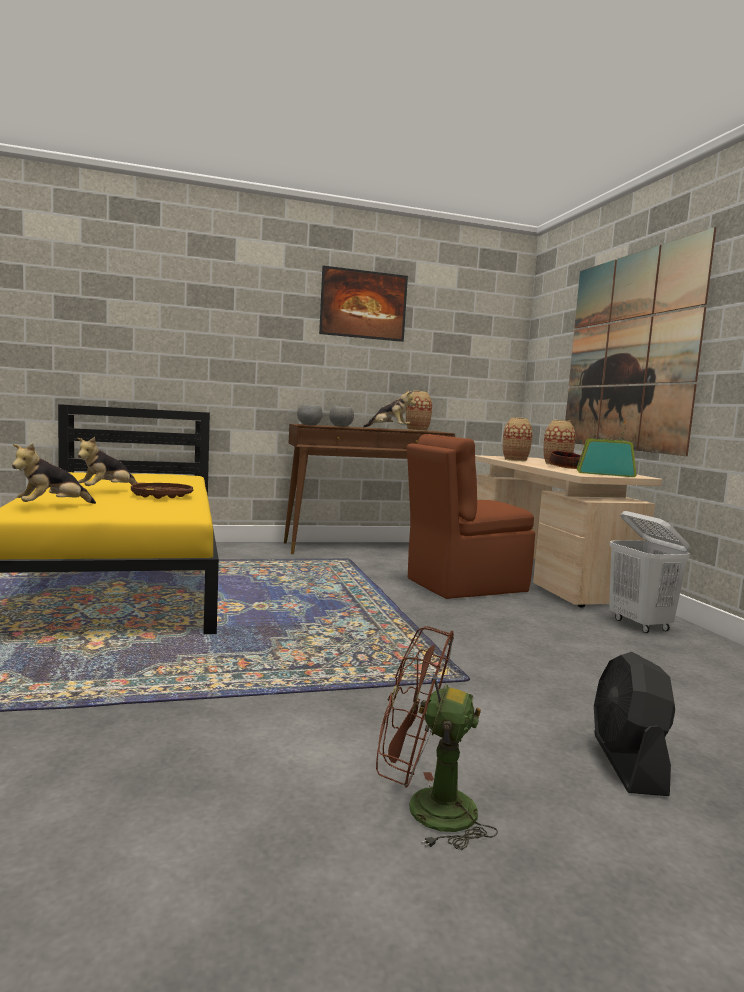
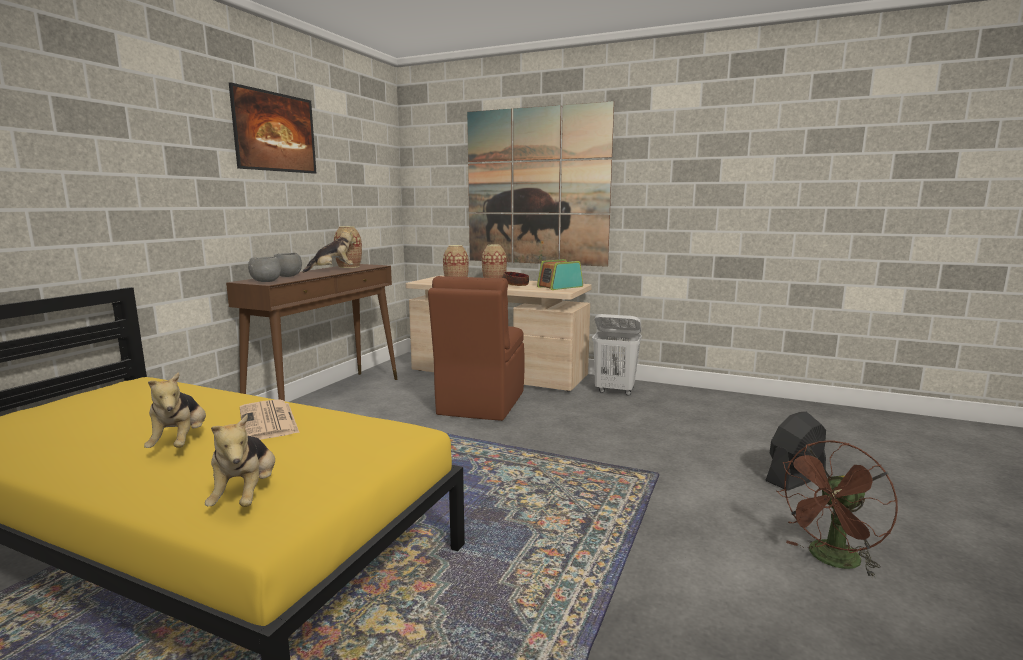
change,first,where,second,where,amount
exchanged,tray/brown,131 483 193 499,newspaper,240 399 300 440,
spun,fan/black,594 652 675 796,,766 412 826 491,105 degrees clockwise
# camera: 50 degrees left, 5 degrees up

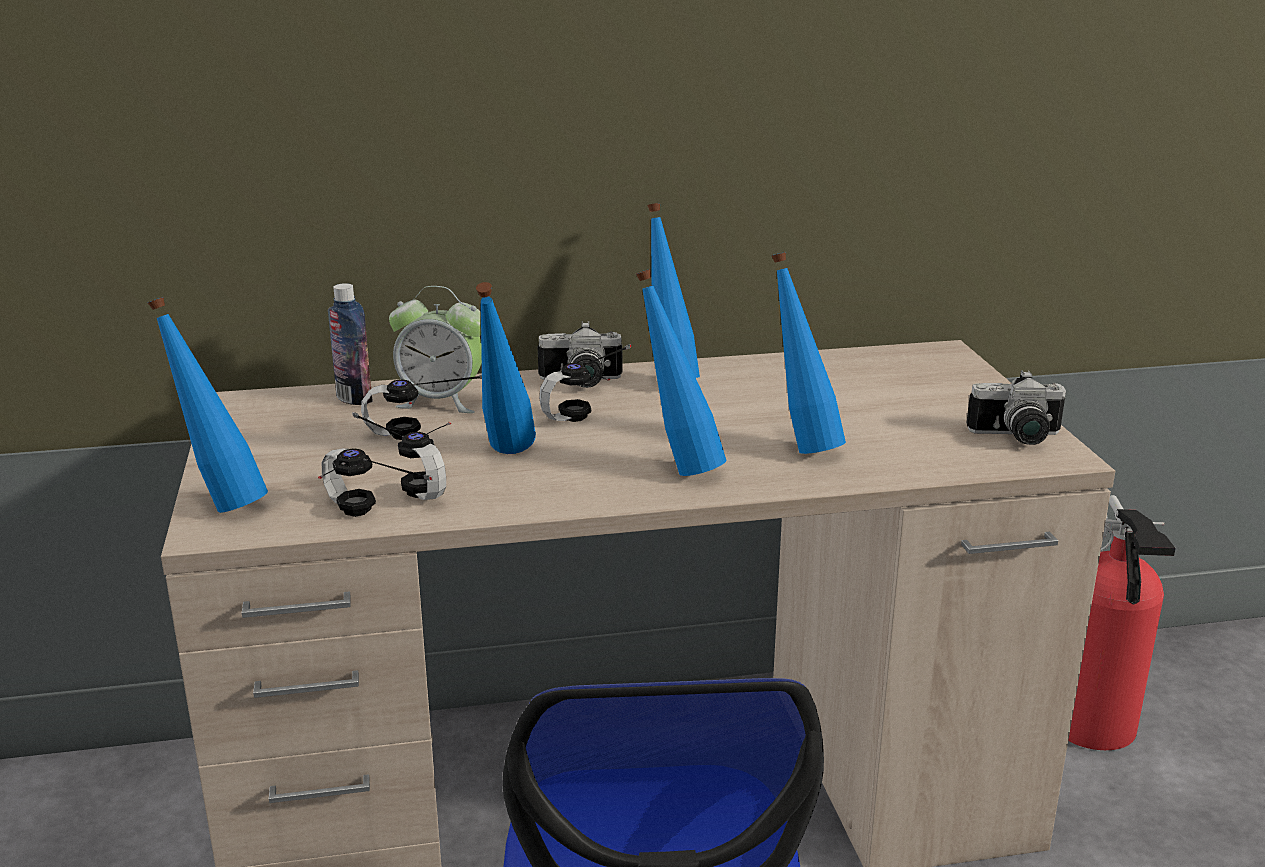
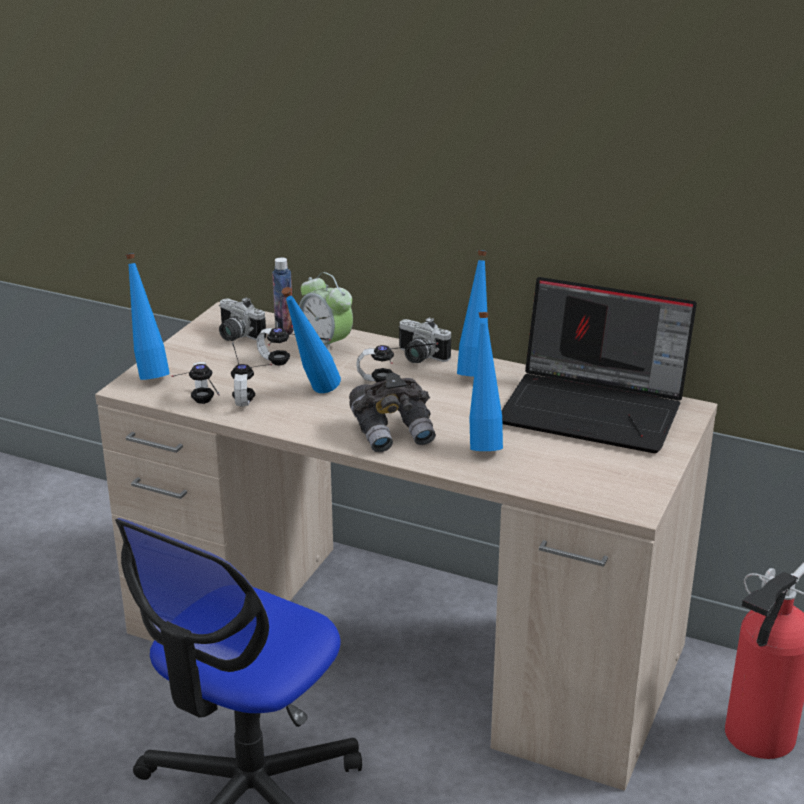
change,first,where,second,where,amount
relocated,photo camera,967 370 1066 445,,219 297 266 341,
exchanged,bottle/blue,636 269 726 476,binoculars/grey,349 373 436 452,
appeared,,,laptop,502 277 697 453,
# camera: 35 degrees right, 5 degrees up

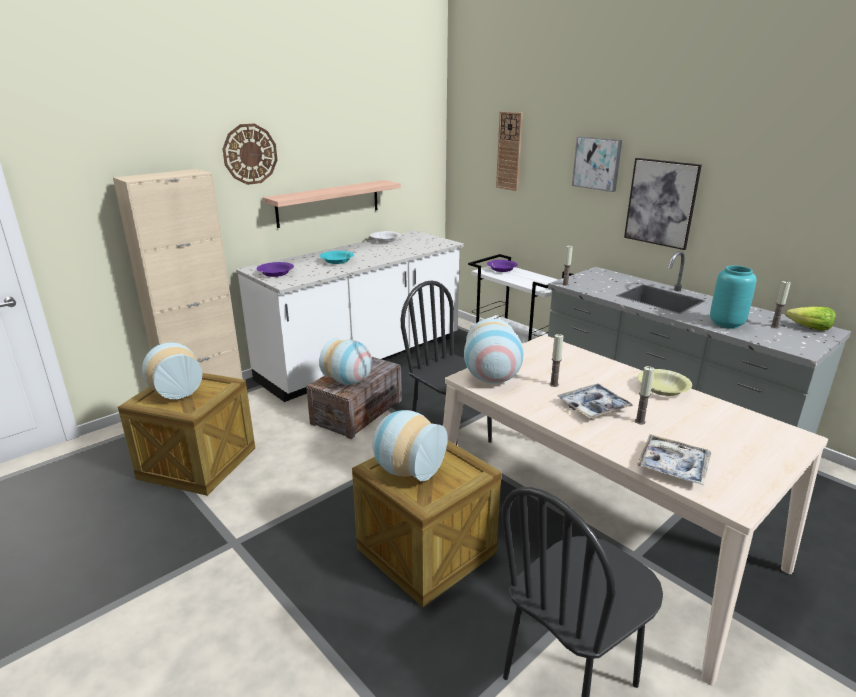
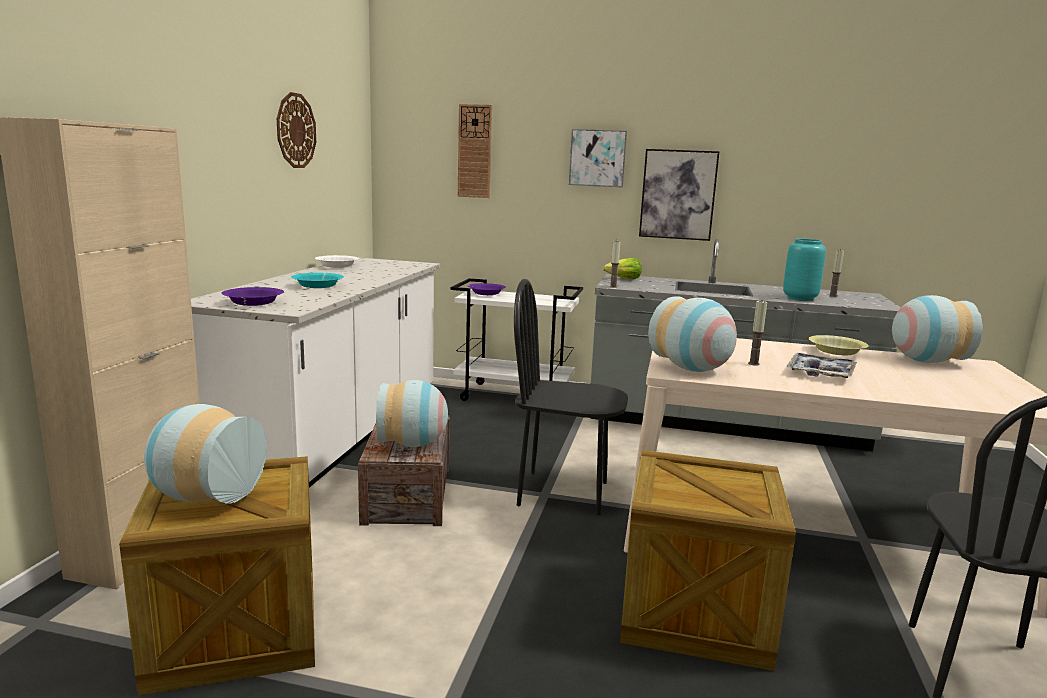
change,first,where,second,where,amount
relocated,wall clock,223 124 277 185,,277 92 316 168,
relocated,lettuce,785 306 836 331,,603 258 642 279,
relocated,vase,373 410 448 482,,892 295 983 363,
missing,shelf,263 180 401 228,,,
missing,candle,635 366 655 425,,,
missing,tray,637 434 711 486,,,
# camera: 35 degrees left, 10 degrees down

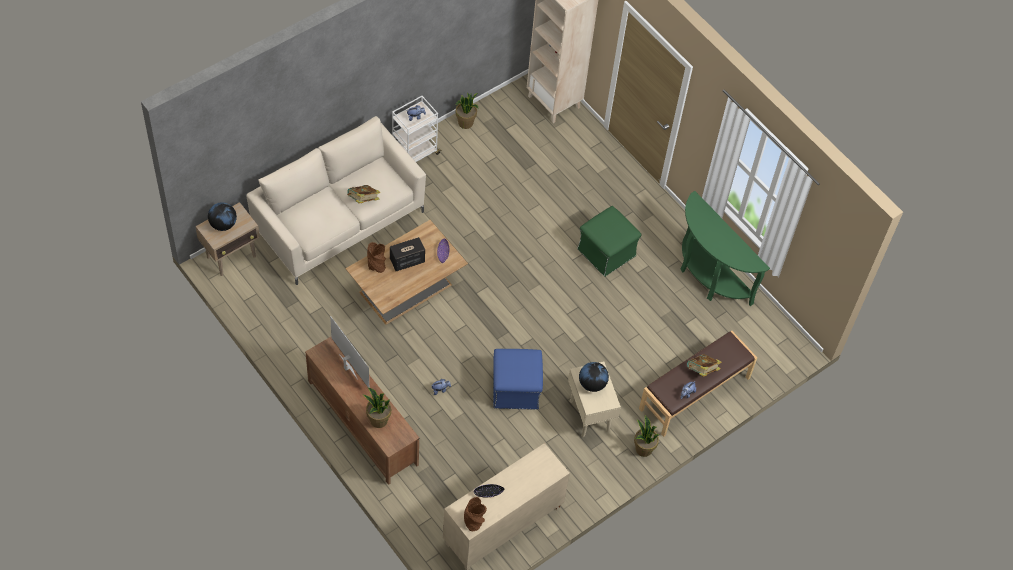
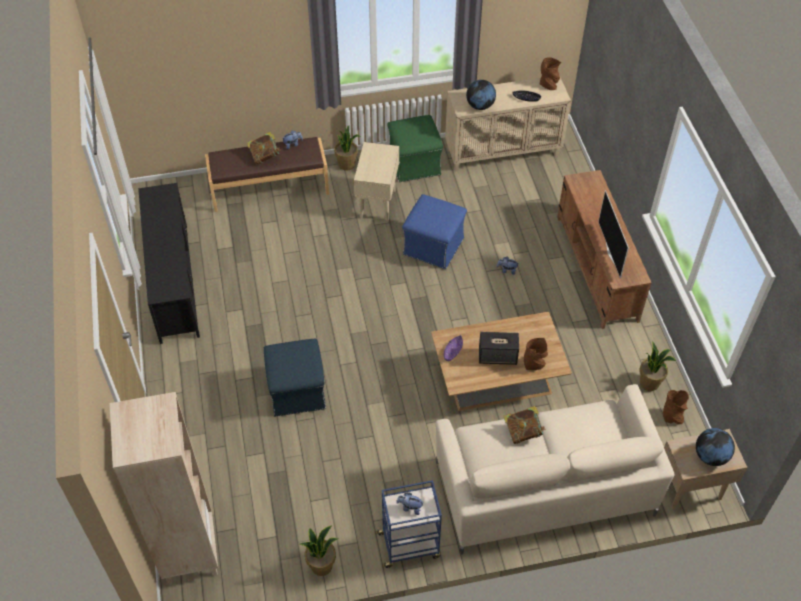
change,first,where,second,where,amount
exchanged,console table/green,681 191 770 306,tv stand/black,138 183 200 344,
appeared,,,ottoman/blue,264 339 326 417,
colour,cart/white,392 96 441 162,cart/blue,375 480 442 568,
relocated,ottoman/green,577 206 641 277,,387 115 443 182,
relocated,globe,579 362 609 392,,466 80 496 110,
relocated,potted plant,363 388 391 428,,639 341 676 391,
appeared,,,vase/brown,663 390 689 424,
# camera: 150 degrees left, 5 degrees down

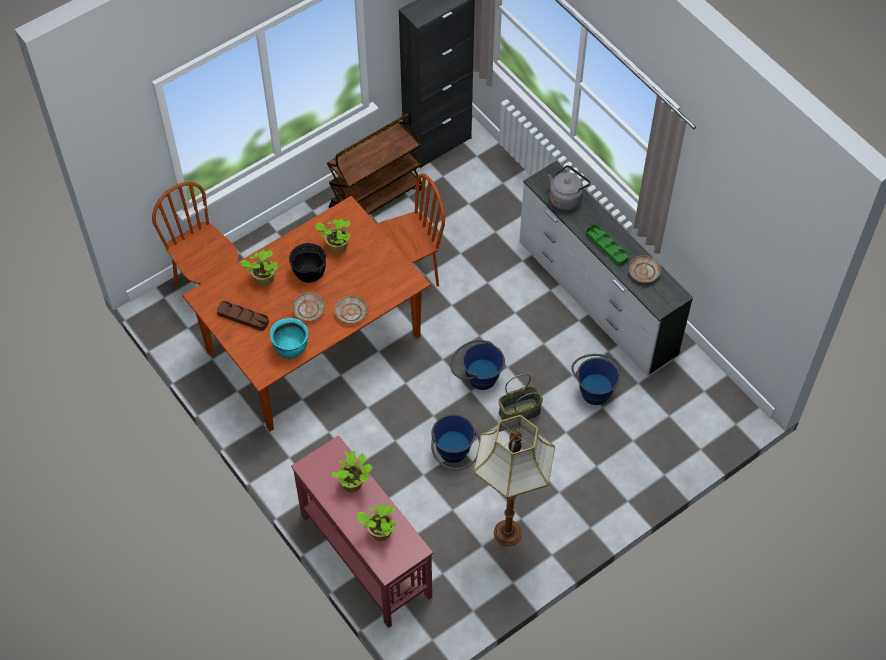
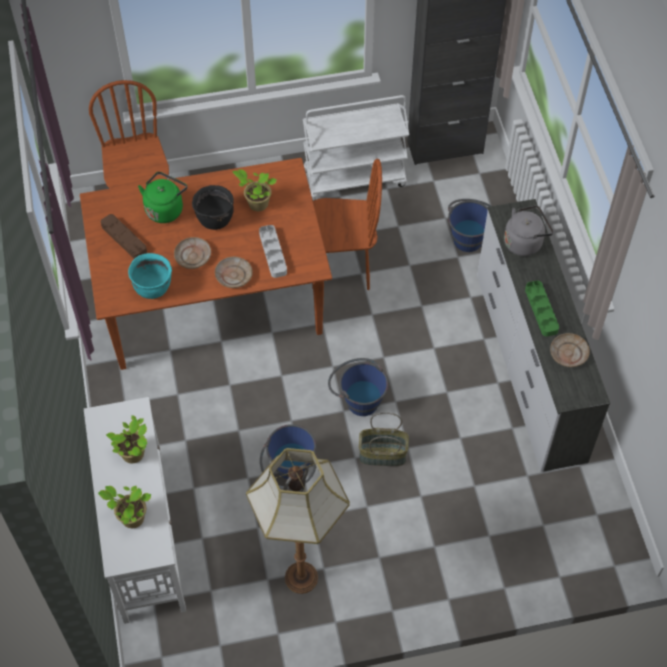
change,first,where,second,where,amount
colour,console table/red,291 435 433 628,console table/white,84 397 186 624,
exchanged,potted plant,240 250 278 286,kettle/green,138 172 187 223,
appeared,,,tray/grey,259 225 287 278,
colour,cart/brown,327 114 422 215,cart/white,303 95 409 201,
relocated,bucket/blue,571 354 620 405,,448 199 491 252,
# camera: 25 degrees right, 0 degrees up

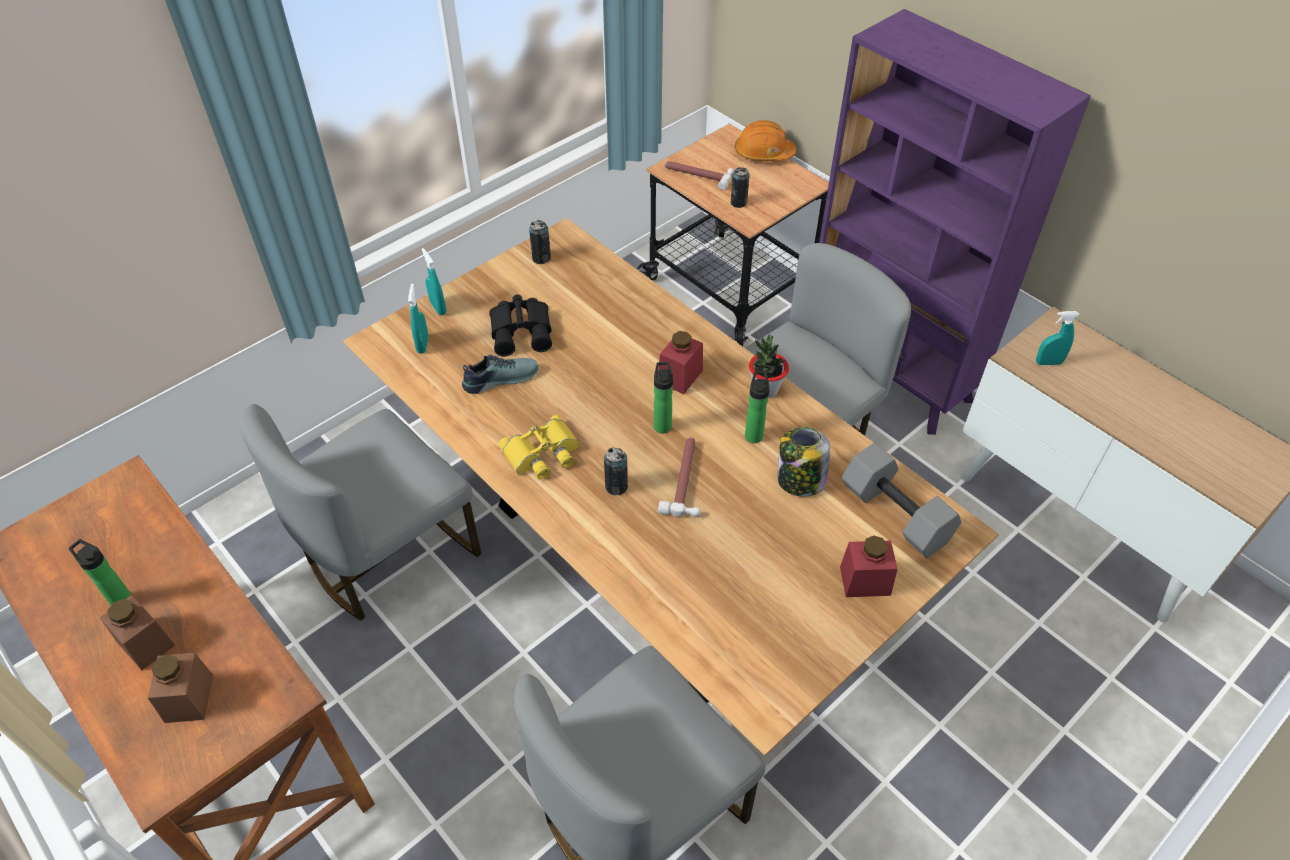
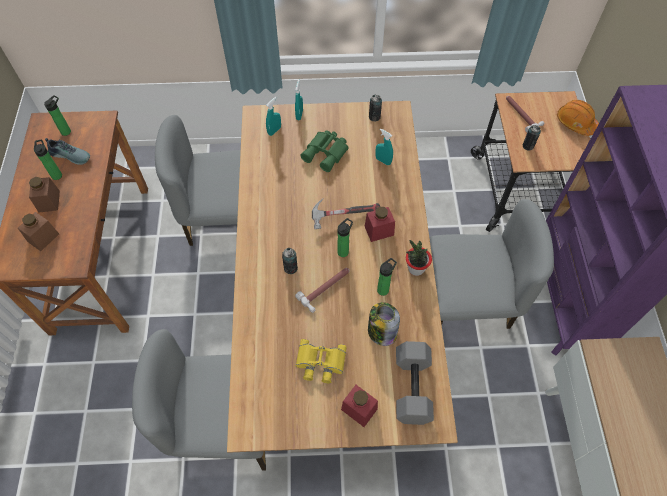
change,first,where,second,where,amount
appeared,,,bottle,44 95 71 136,
relocated,shoe,462 354 538 394,,45 138 90 165,
relocated,binoculars/yellow,499 415 579 479,,296 339 347 383,
colour,binoculars/black,489 295 552 356,binoculars/green,300 130 348 172,
appeared,,,hammer,312 198 380 229,
relocated,spray bottle/turquoise,1036 311 1080 365,,376 128 393 165,
# camera: 40 degrees right, 10 degrees up

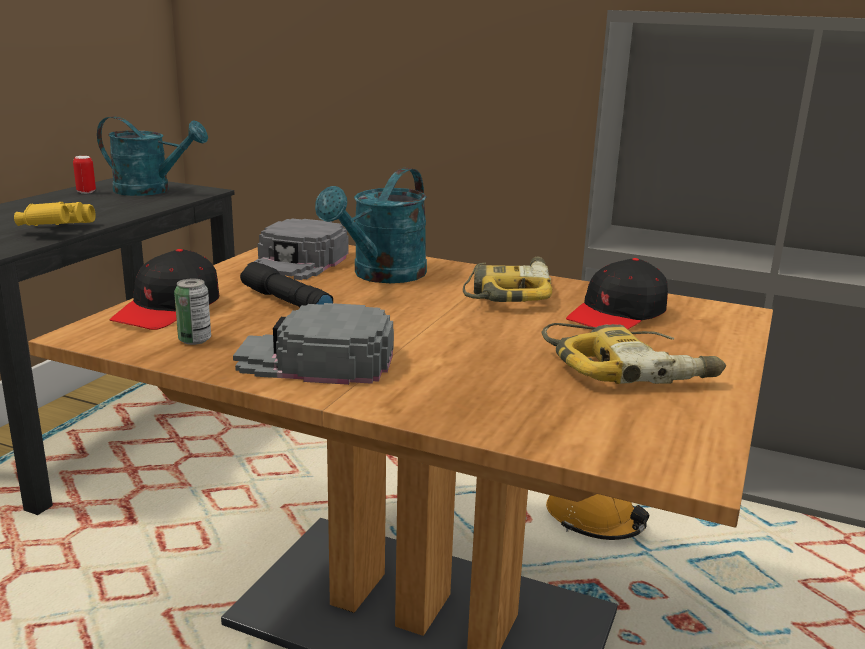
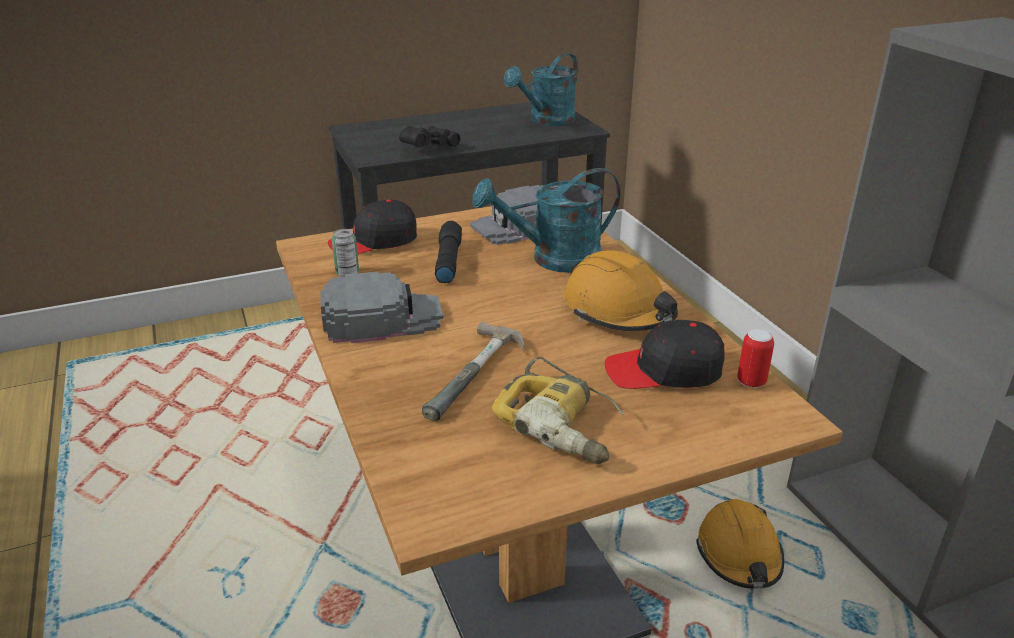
change,first,where,second,where,amount
spun,cap/grey,233 303 394 385,,320 272 443 343,120 degrees clockwise
colour,binoculars/yellow,14 202 96 226,binoculars/black,399 126 460 147,
appeared,,,hammer,422 322 524 421,
spun,watering can/turquoise,97 116 208 196,,504 53 578 126,75 degrees clockwise
exchanged,power drill,463 256 552 302,hard hat/orange,564 251 678 331,
relocated,can,73 156 96 194,,737 329 774 388,
# camera: 45 degrees right, 10 degrees up

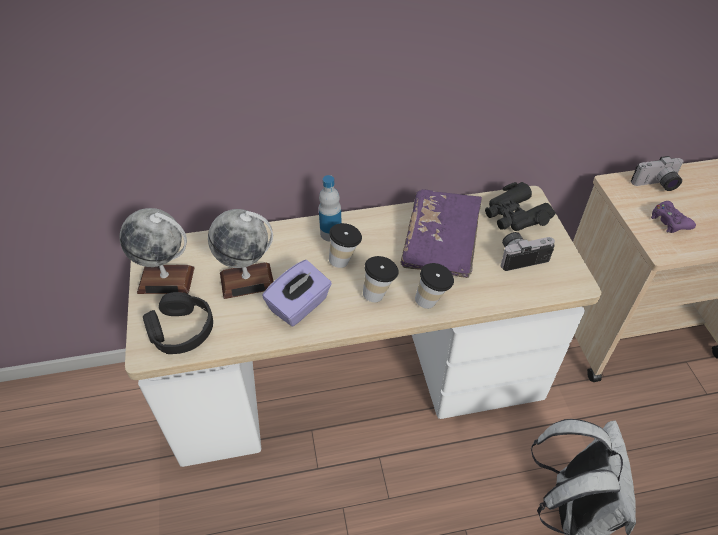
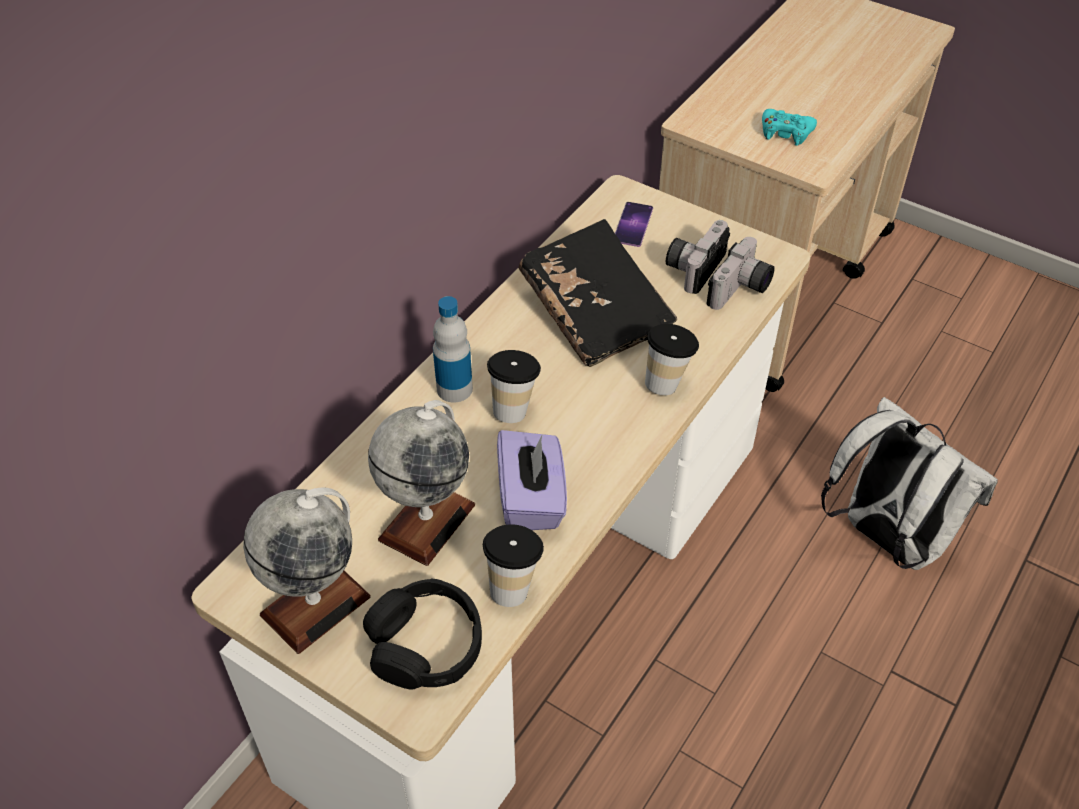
change,first,where,second,where,amount
relocated,cup,363 256 399 302,,483 524 544 607,
colour,book/purple,401 189 482 278,book/black,518 219 678 367,
exchanged,binoculars/black,485 182 556 231,phone,615 202 653 247,
relocated,photo camera,631 156 684 191,,707 237 775 310,
colour,game controller/purple,651 201 696 233,game controller/turquoise,762 109 817 146,
# camera: 45 degrees left, 0 degrees up

